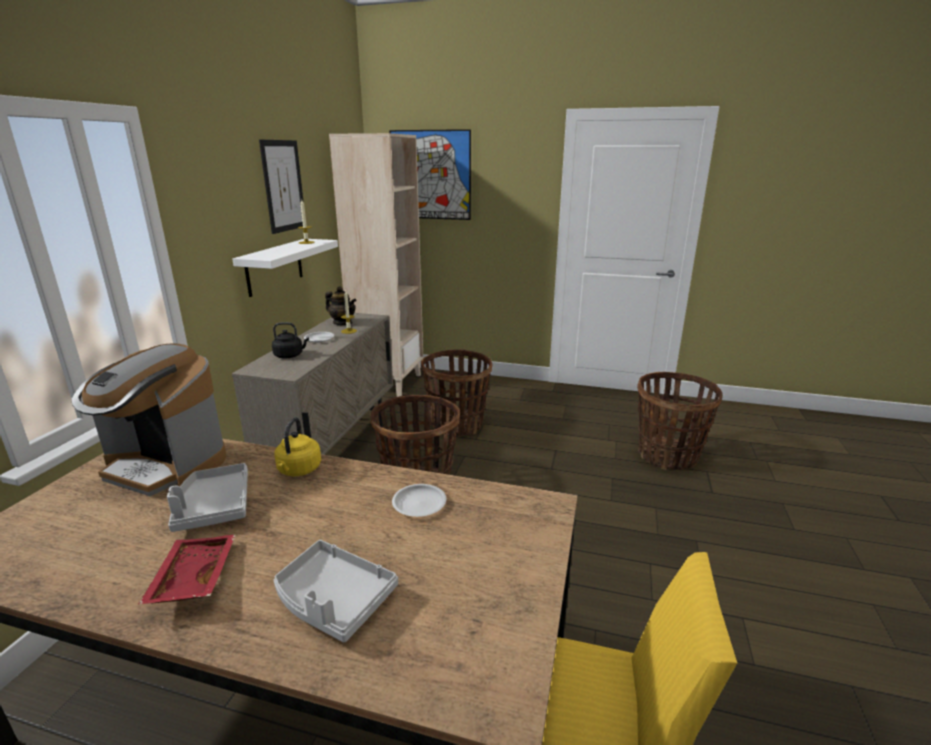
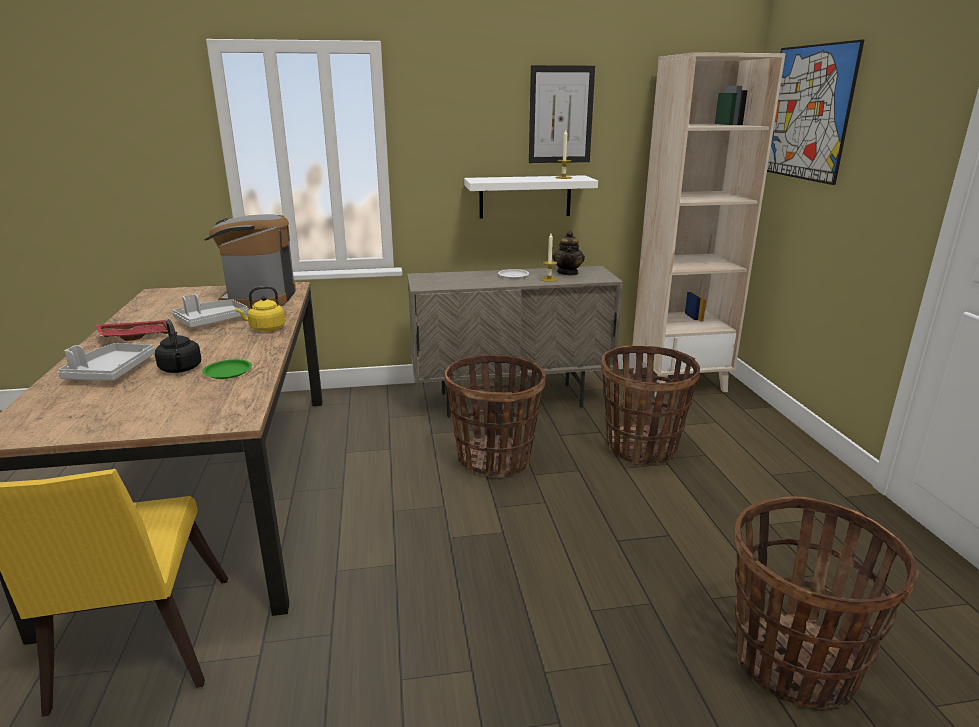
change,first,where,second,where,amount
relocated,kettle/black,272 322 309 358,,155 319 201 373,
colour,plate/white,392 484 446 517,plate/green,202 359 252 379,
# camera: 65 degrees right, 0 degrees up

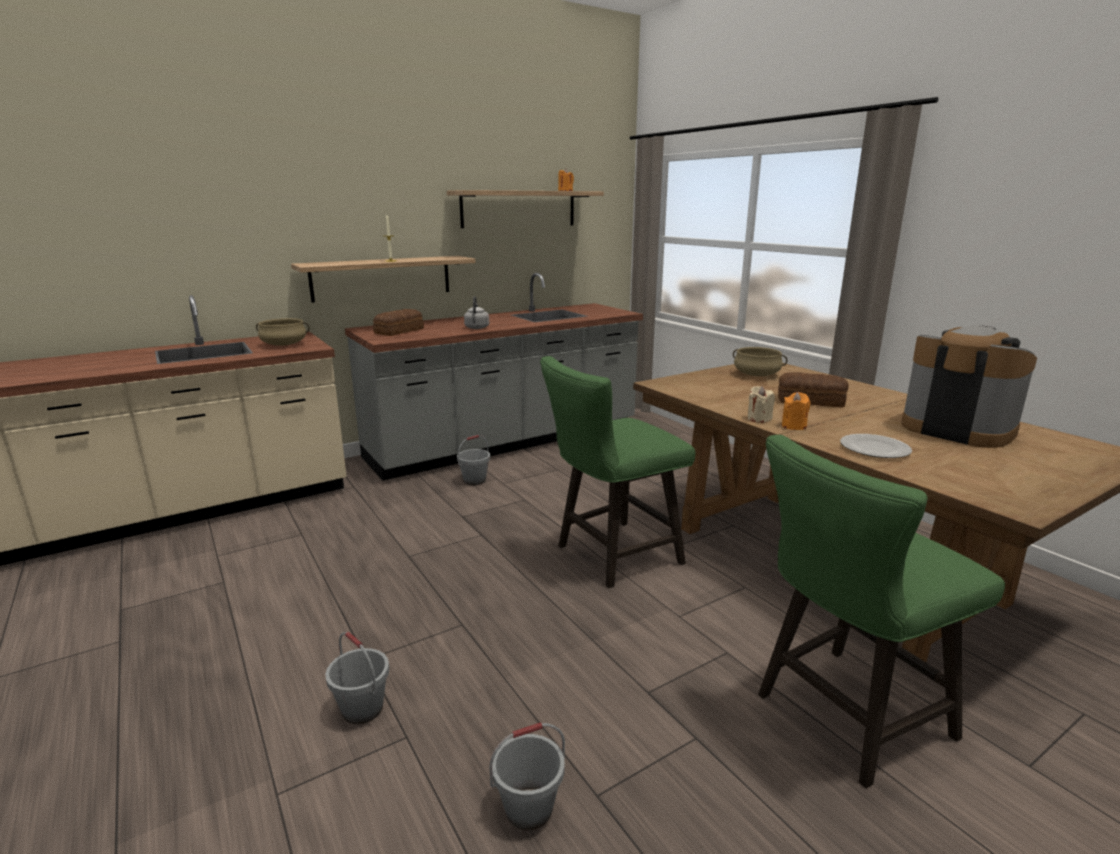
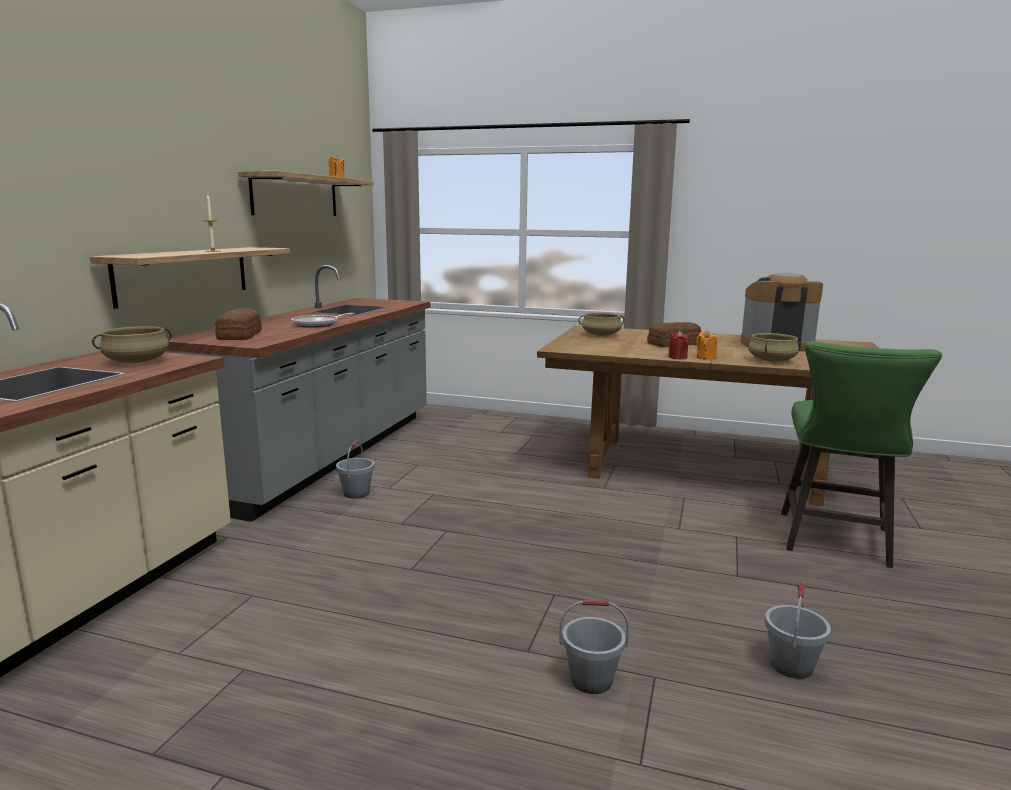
change,first,where,second,where,amount
exchanged,kettle/grey,464 296 489 329,frying pan,291 313 354 328,
colour,candle/beige,747 386 775 423,candle/red,668 330 689 359,
exchanged,plate,840 434 912 458,cooking pot/beige,748 333 799 362,
missing,stool/green,540 356 695 588,,,
# camera: 40 degrees left, 5 degrees down

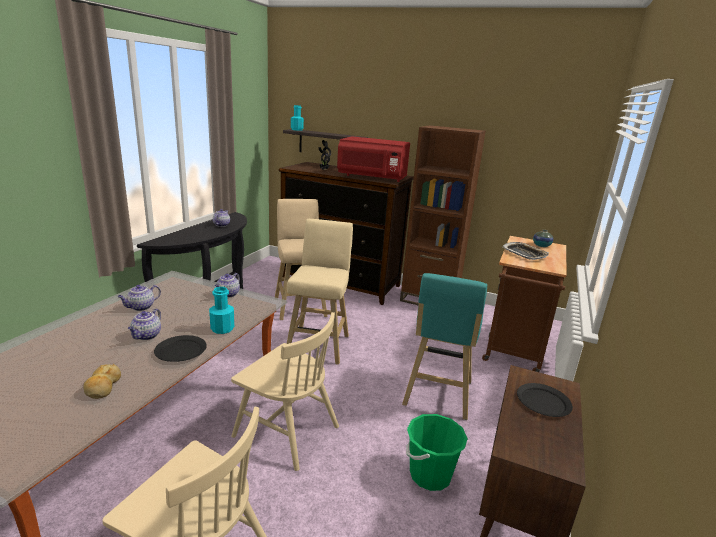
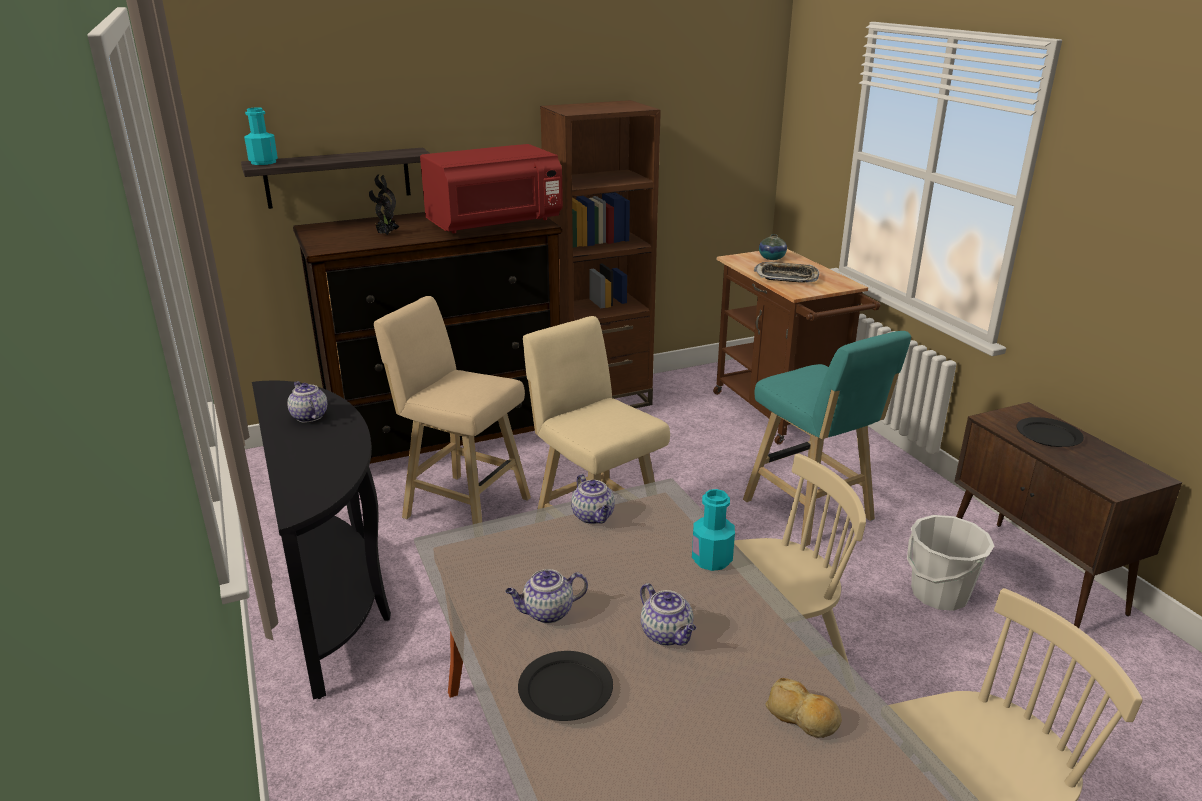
change,first,where,second,where,amount
spun,teapot,117 285 161 311,,505 569 588 624,75 degrees clockwise
relocated,plate/black,154 335 207 362,,518 651 613 721,
colour,bucket/green,406 414 468 491,bucket/white,907 515 994 611,
# camera: 45 degrees left, 5 degrees up

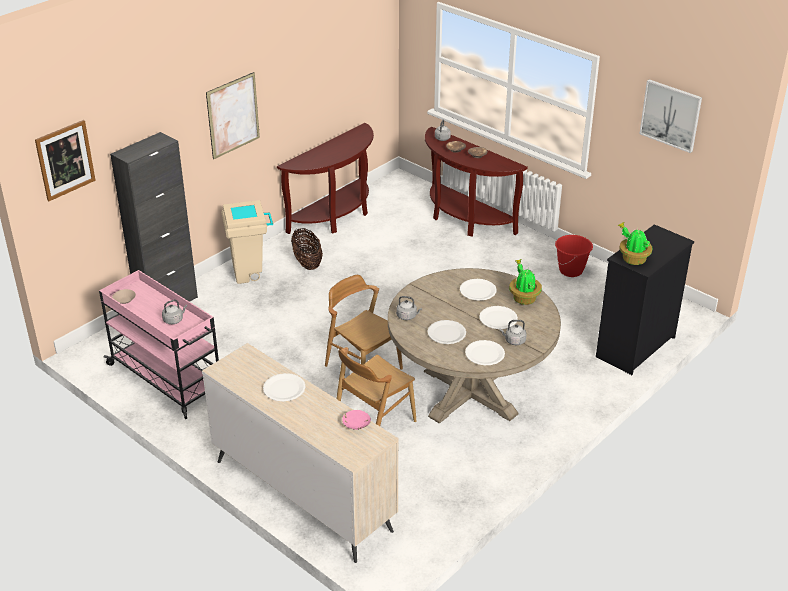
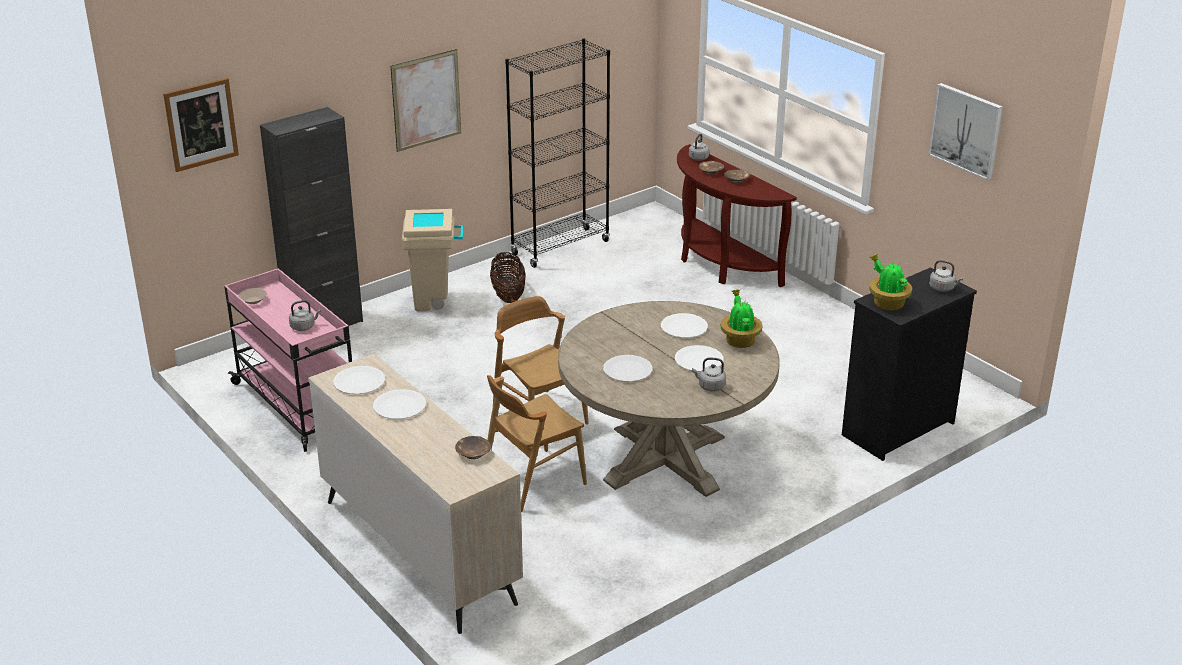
change,first,where,second,where,amount
relocated,plate/white,465 340 505 365,,333 366 385 394,
colour,bowl/pink,342 410 371 430,bowl/brown,455 436 491 459,
exchanged,console table/brown,277 123 374 234,bookcase/black,505 38 610 268,
relocated,kettle/grey,396 296 422 320,,929 260 963 292,
missing,bucket/red,555 235 593 277,,,
# camera: 10 degrees right, 5 degrees down

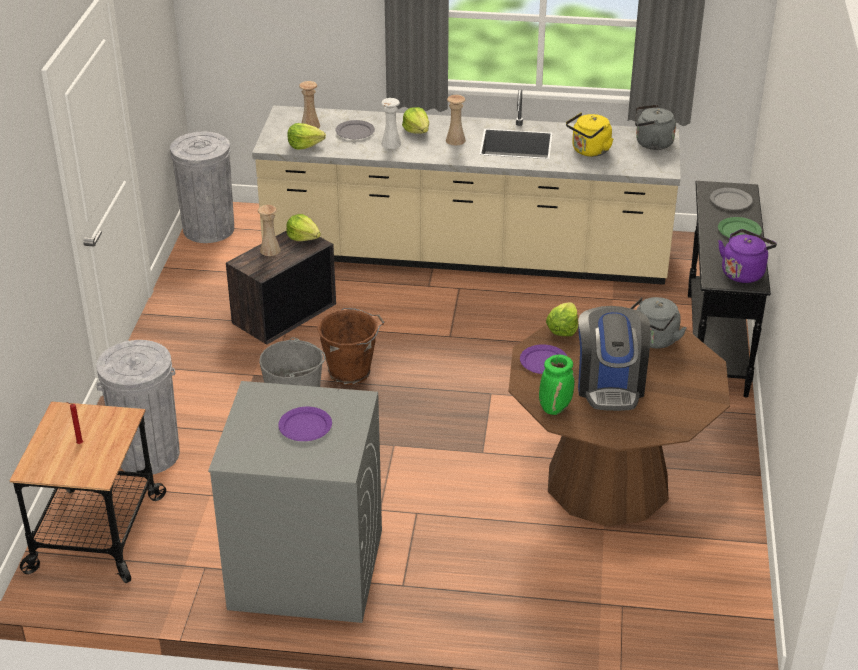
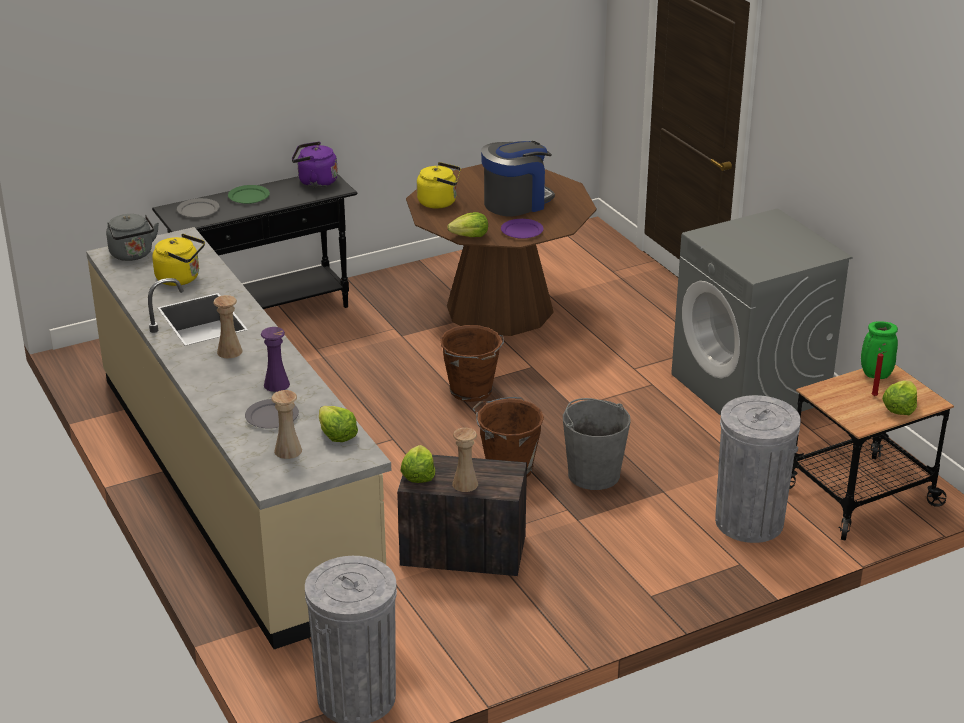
change,first,where,second,where,amount
colour,vase/white,381 98 401 149,vase/purple,261 327 290 392,
colour,kettle/grey,630 297 686 348,kettle/yellow,417 162 461 209,
appeared,,,bucket/brown,440 325 504 402,
relocated,vase/green,539 355 575 415,,861 321 898 379,
relocated,lettuce,402 107 429 134,,882 381 917 416,
missing,plate/purple,278 407 332 441,,,
# camera: 125 degrees left, 5 degrees down

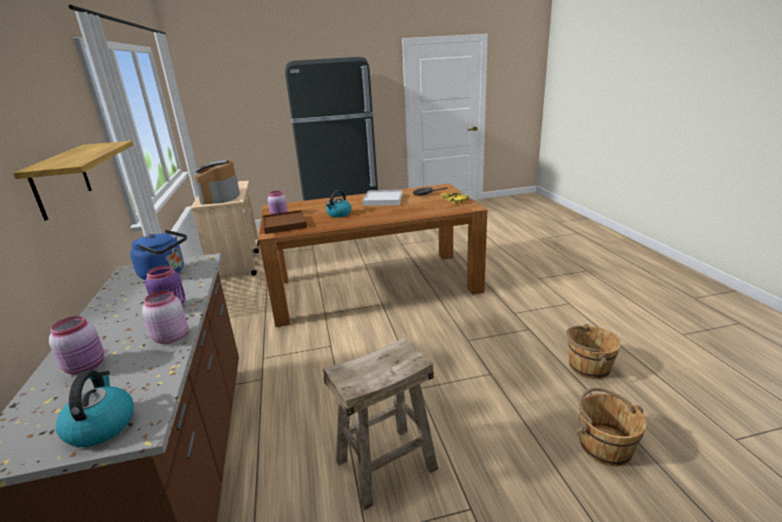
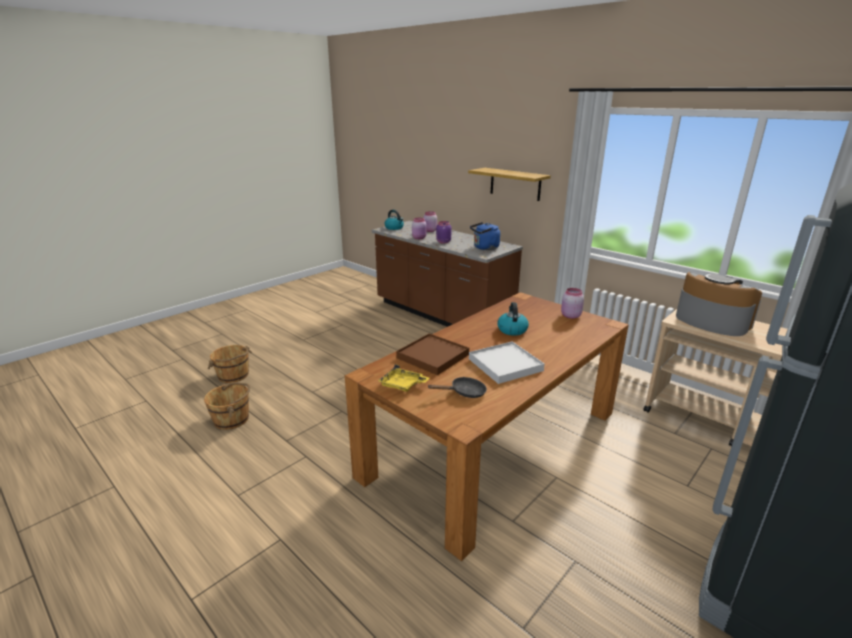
change,first,where,second,where,amount
relocated,tray/brown,262 210 307 234,,396 333 469 375,
missing,stool/beige,323 337 438 510,,,
# camera: 145 degrees right, 0 degrees up

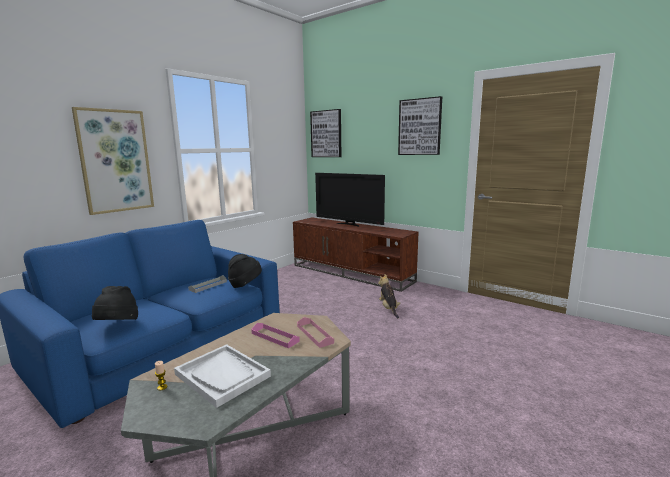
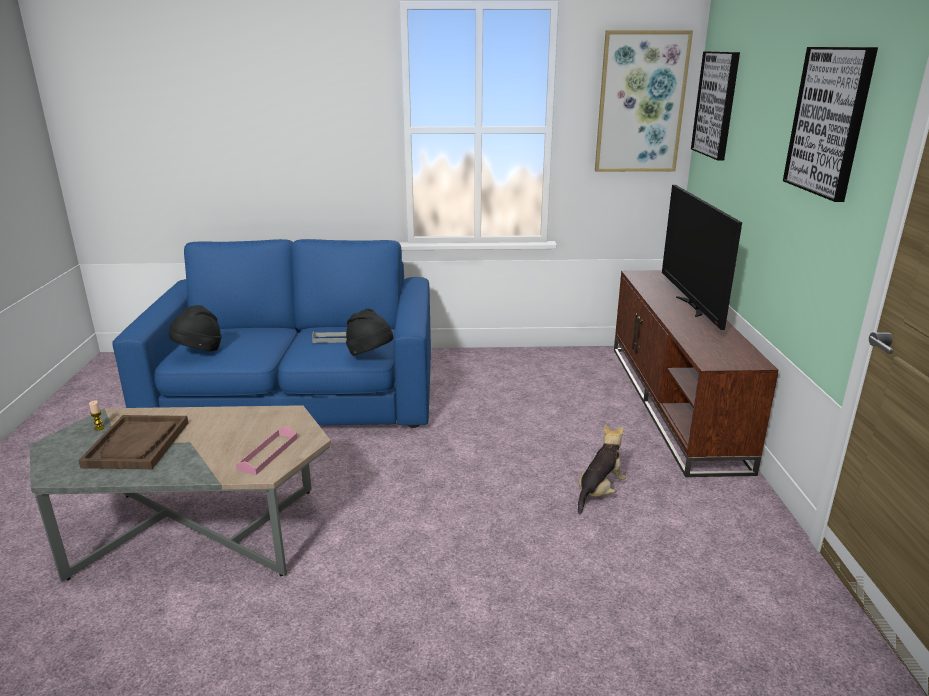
change,first,where,second,where,amount
colour,tray/white,174 344 271 408,tray/brown,78 415 188 469,
relocated,picture,72 107 154 215,,595 30 693 172,
missing,tray/pink,251 323 300 349,,,
# camera: 50 degrees right, 10 degrees up

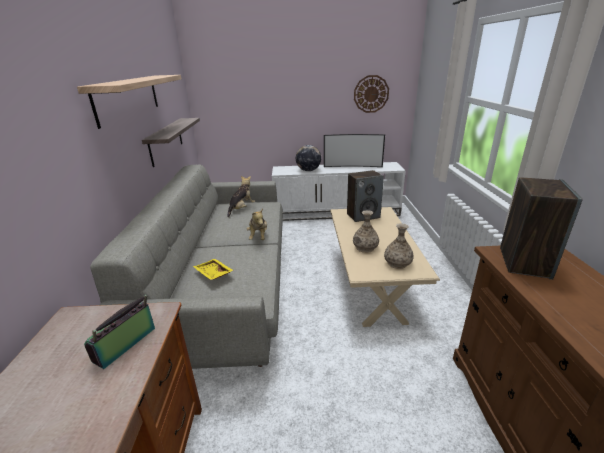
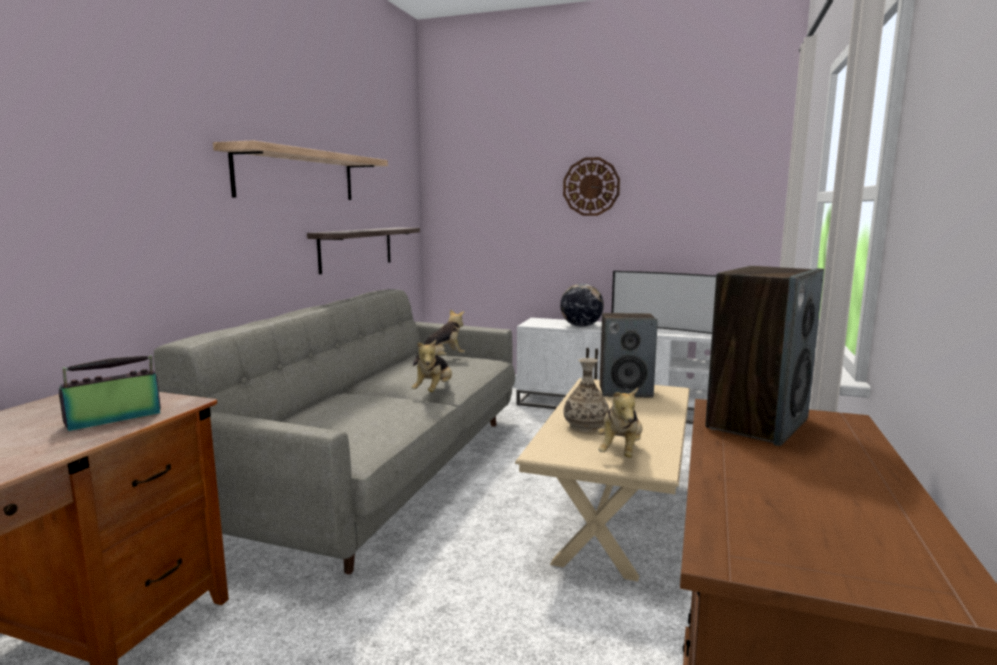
change,first,where,second,where,amount
relocated,wall clock,354 75 389 113,,563 157 620 216,
exchanged,vase,384 223 414 269,plush toy,597 387 643 458,
missing,tray/yellow,193 259 234 280,,,
# camera: 20 degrees right, 15 degrees down

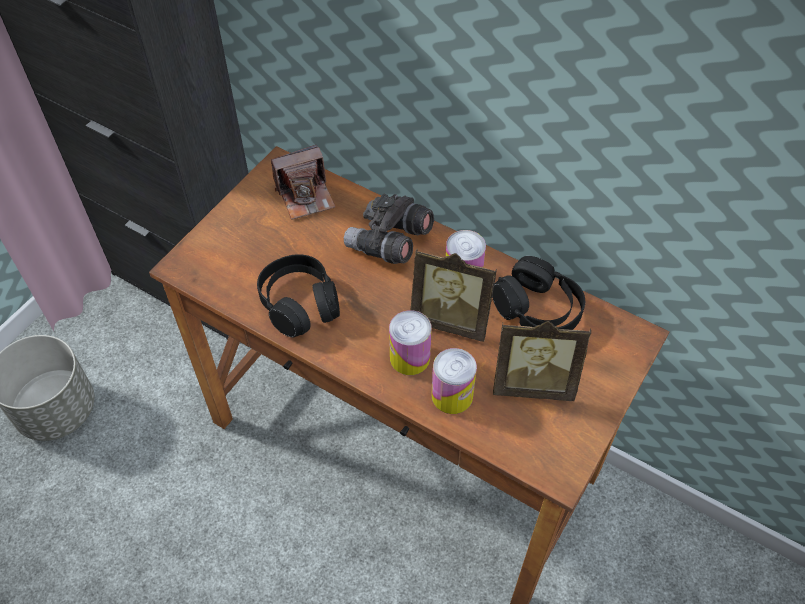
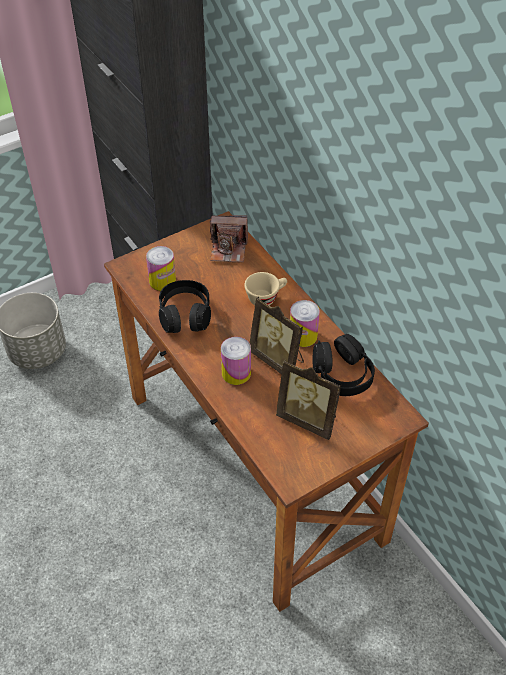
change,first,where,second,where,amount
relocated,can,432 348 477 414,,146 246 176 291,
exchanged,binoculars/grey,344 193 434 264,cup/beige,244 272 287 305,
# camera: 25 degrees right, 5 degrees down

